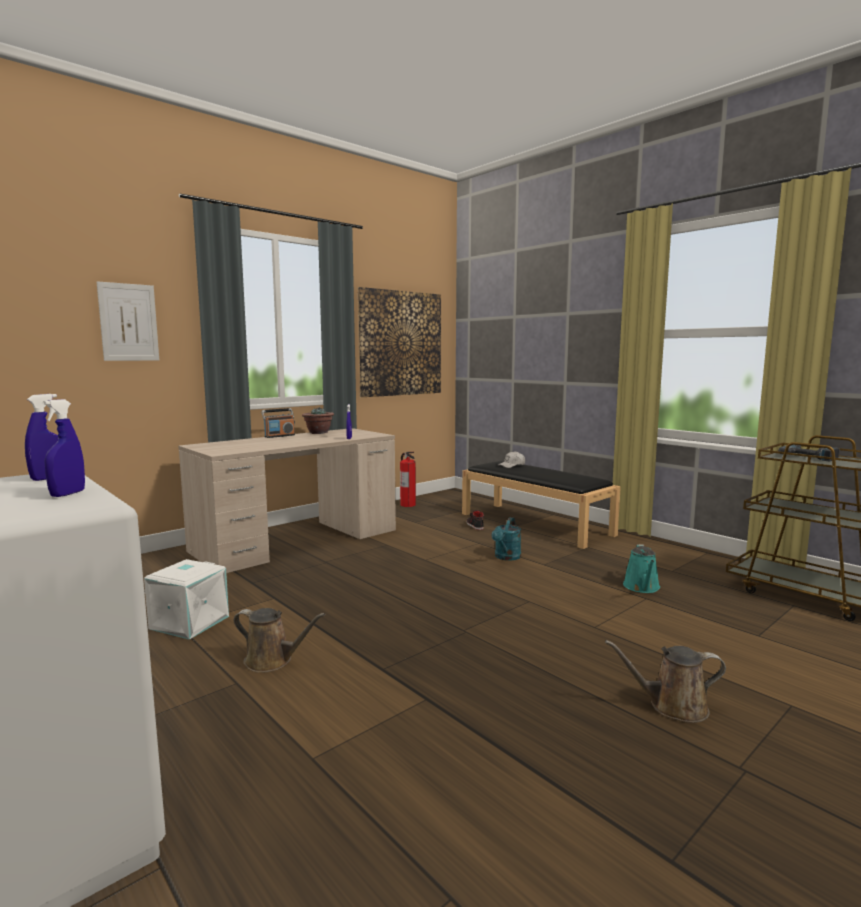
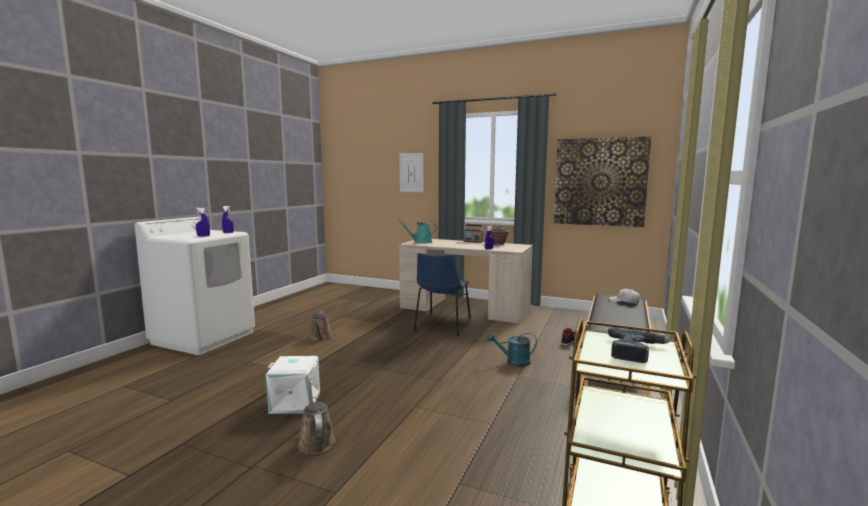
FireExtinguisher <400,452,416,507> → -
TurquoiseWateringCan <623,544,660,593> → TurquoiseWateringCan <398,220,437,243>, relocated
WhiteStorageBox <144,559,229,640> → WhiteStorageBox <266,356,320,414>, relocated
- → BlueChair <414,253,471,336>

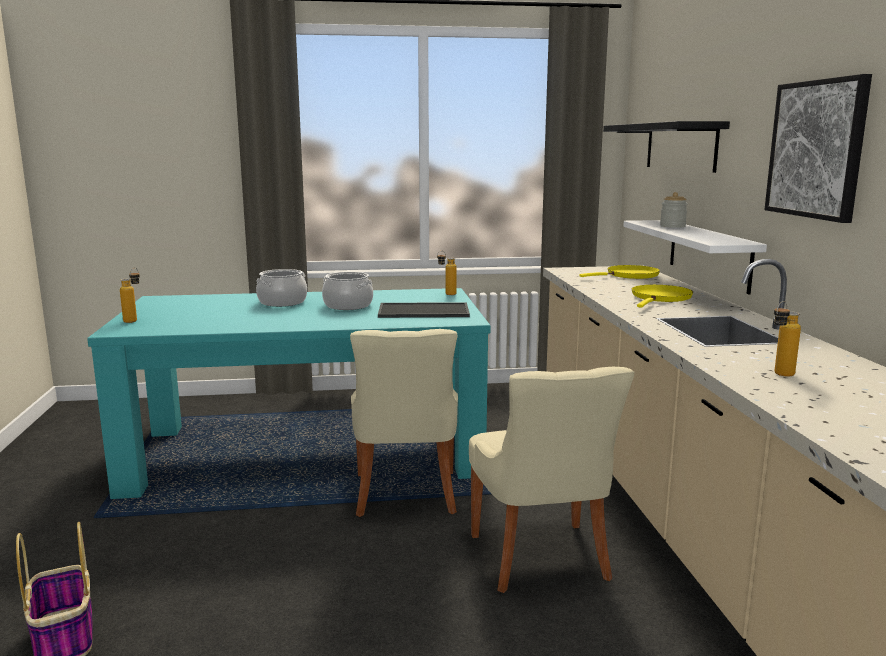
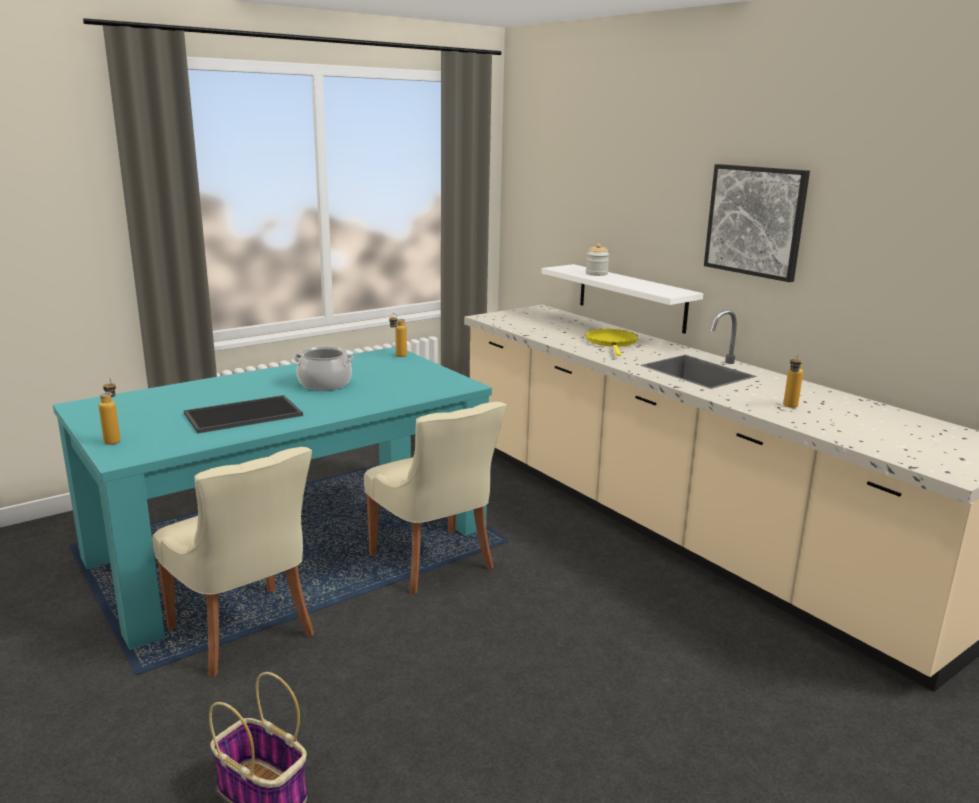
BlackShelf <603,121,730,173> → -
YellowFryingPan <579,265,660,279> → -
CookingPot <256,269,307,307> → -
Tray <378,302,470,318> → Tray <184,395,303,433>, relocated
BeigeChair <469,367,635,593> → BeigeChair <152,447,314,677>, relocated

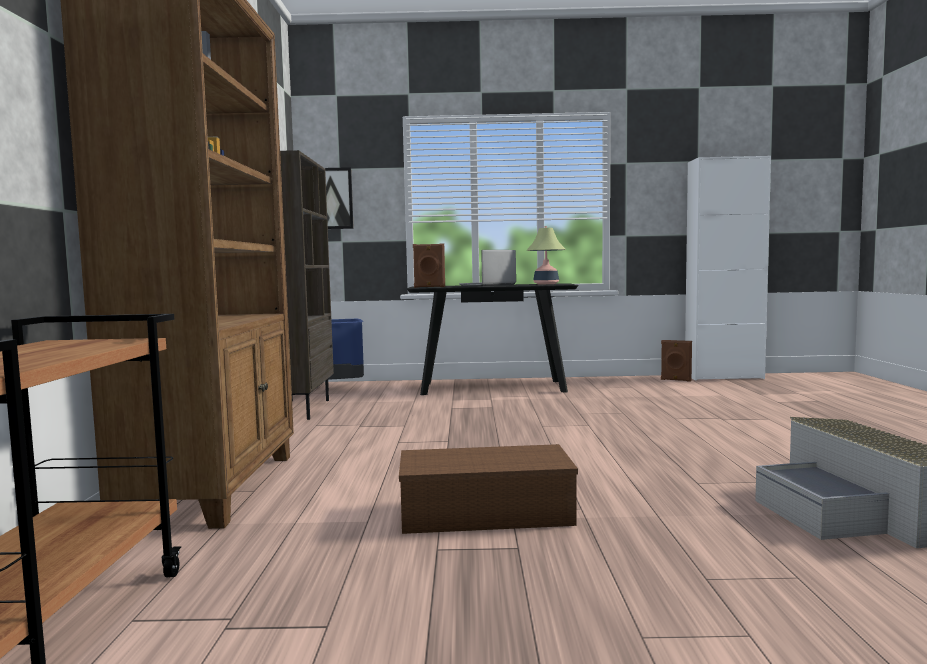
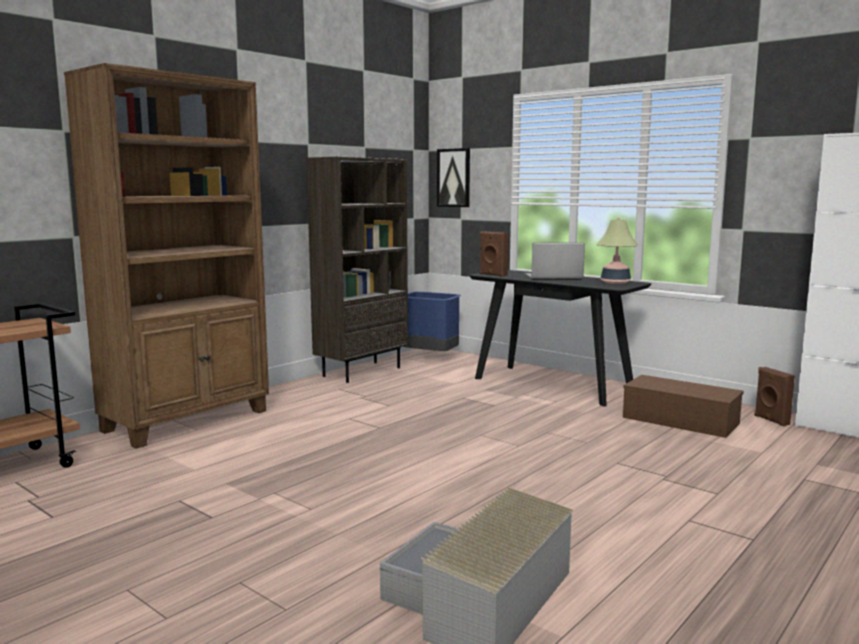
BrownStorageBox <399,444,578,534> → BrownStorageBox <623,375,744,438>, relocated

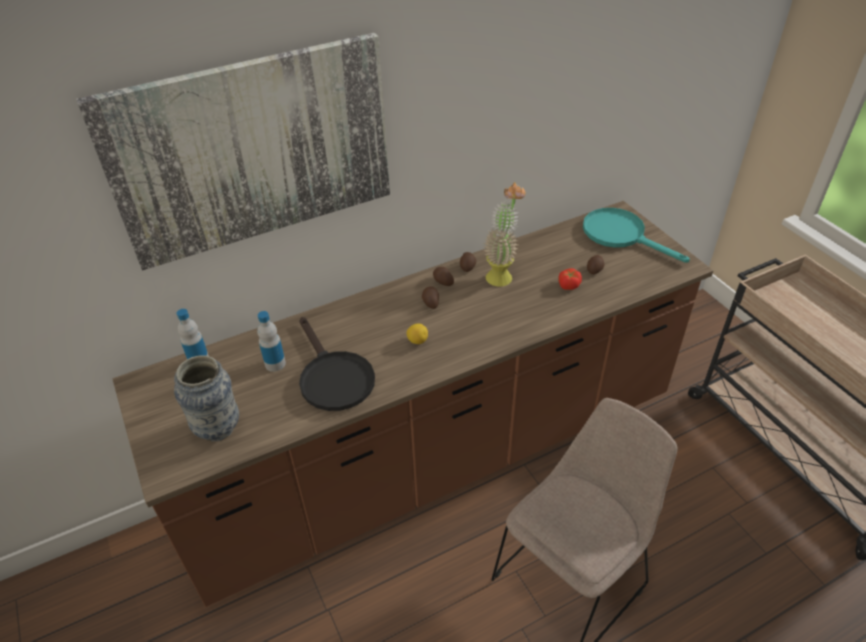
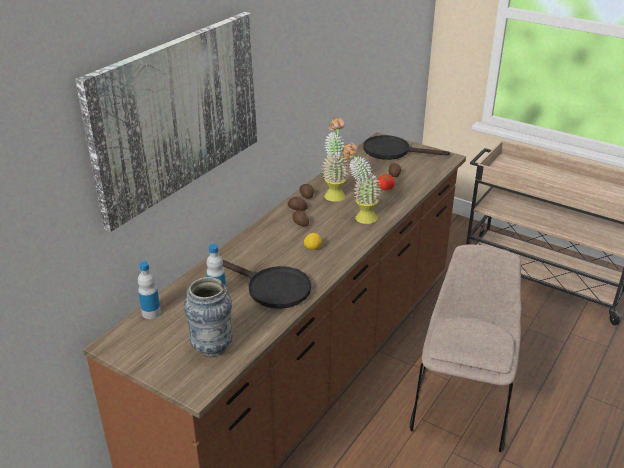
TurquoiseFryingPan <583,208,690,263> → BlackFryingPan <363,135,450,160>
- → PottedPlant <342,142,381,224>

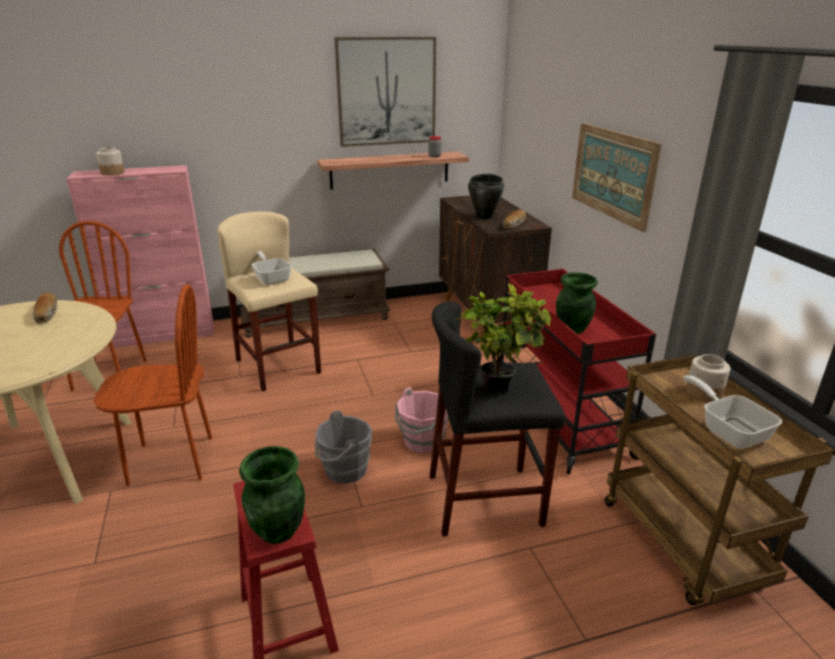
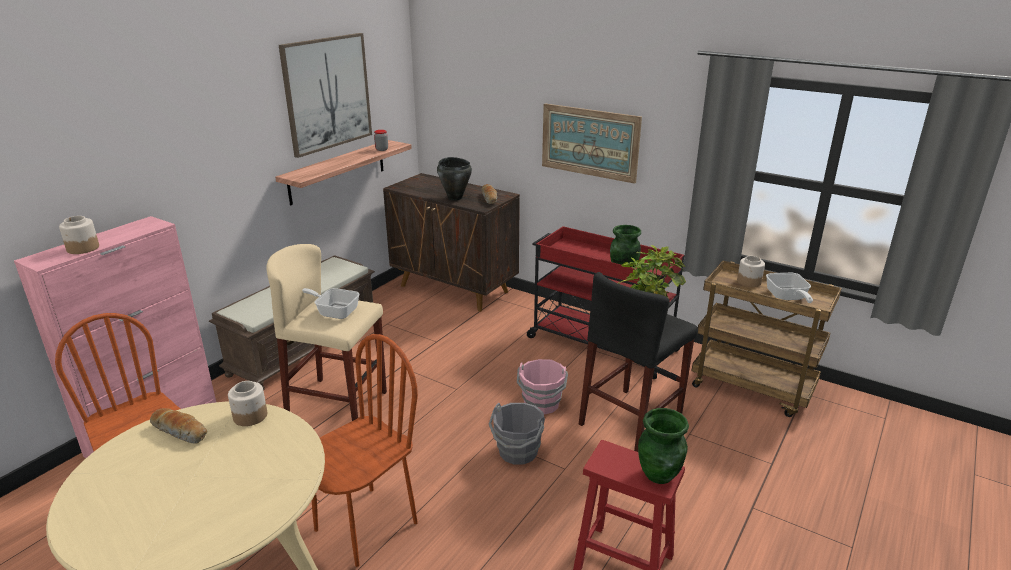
FryingPan <683,375,782,449> → FryingPan <766,273,813,303>, 120 degrees counterclockwise
- → Jar <228,381,267,426>

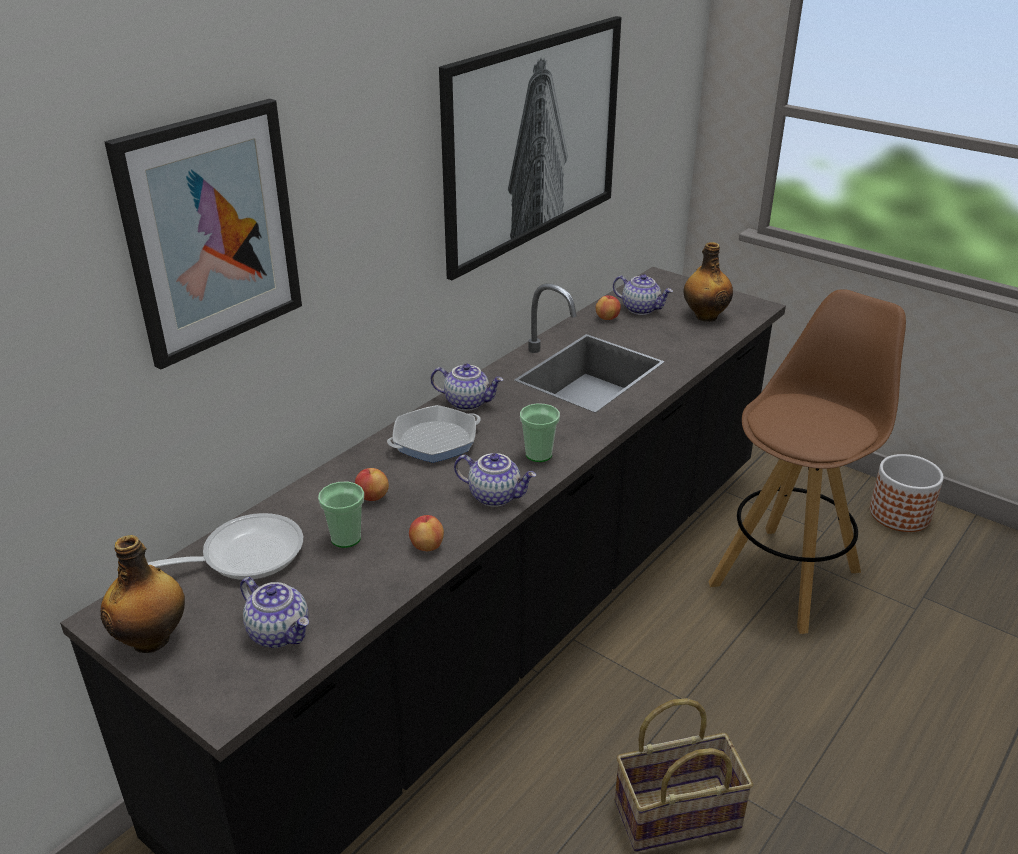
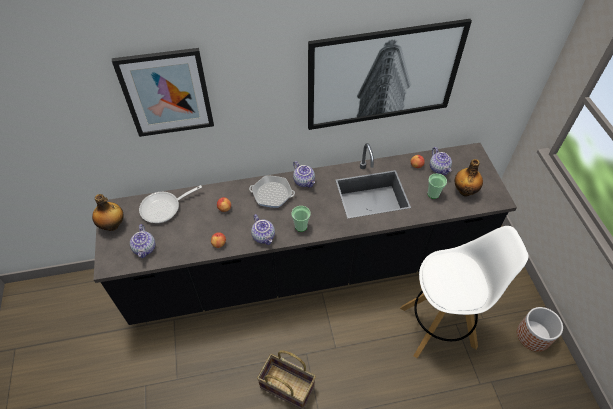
BrownStool <709,289,906,634> → WhiteStool <400,226,529,358>
Cup <318,482,364,548> → Cup <427,173,447,199>, relocated
FryingPan <148,513,303,580> → FryingPan <139,185,202,223>, 135 degrees clockwise

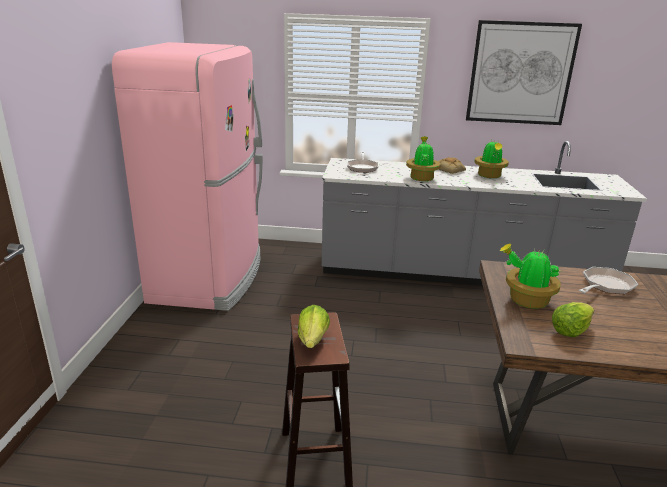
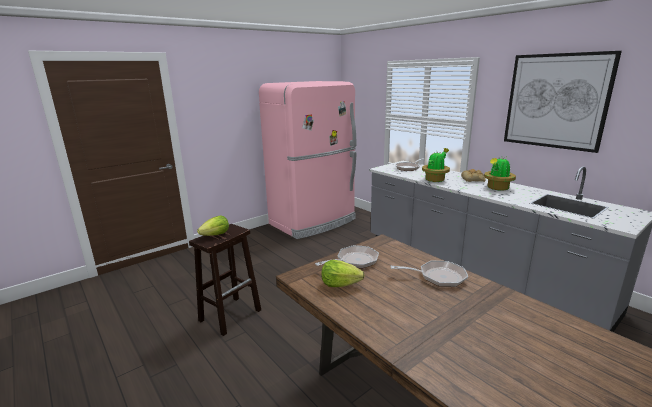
PottedPlant <499,243,561,309> → FryingPan <315,245,379,269>

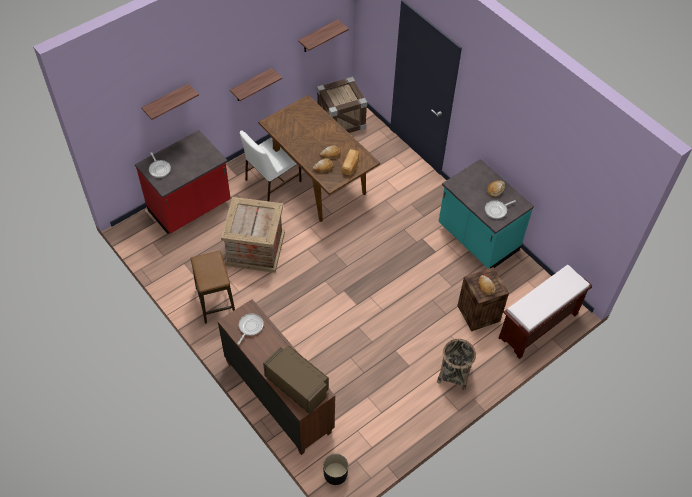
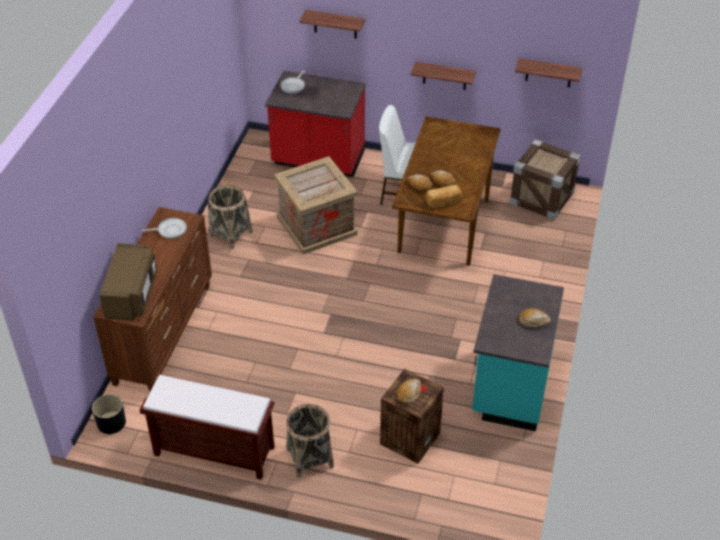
FryingPan <485,200,516,219> → -
Stool <191,251,235,324> → Basket <208,185,253,249>
BrownBench <499,265,593,359> → BrownBench <139,375,275,480>, relocated

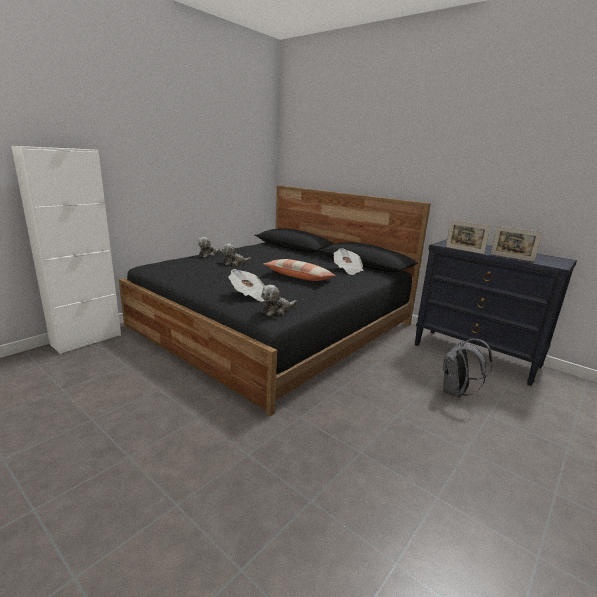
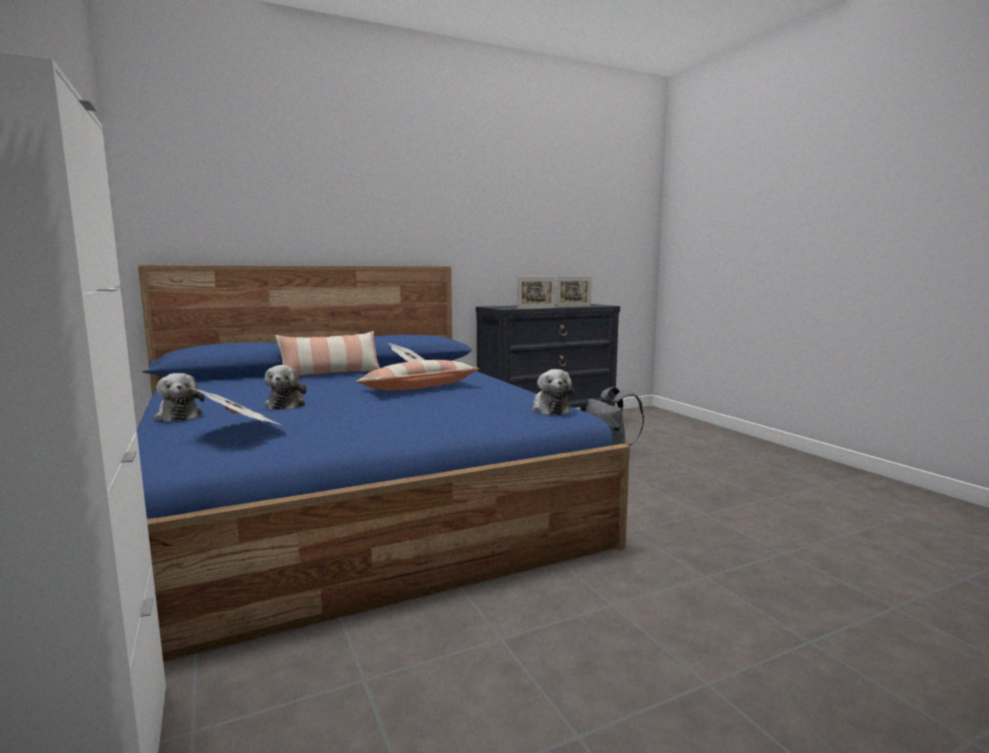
BlackBed <119,186,431,417> → BlueBed <137,265,630,662>
Newspaper <229,269,265,302> → Newspaper <190,388,282,425>, relocated
- → Pillow <275,331,380,376>

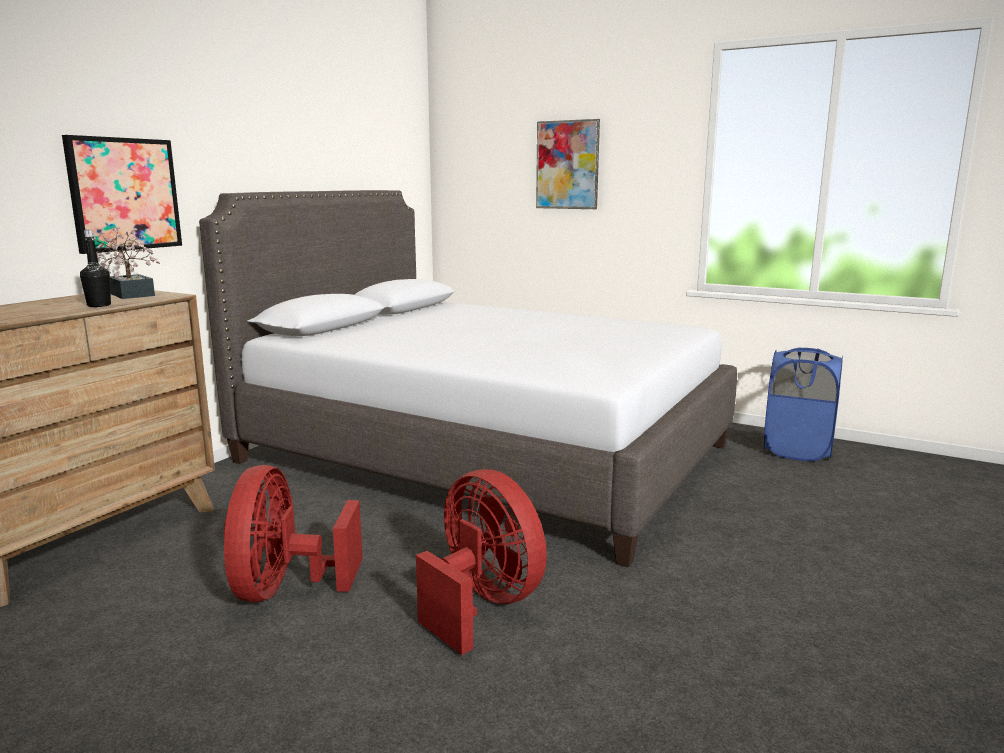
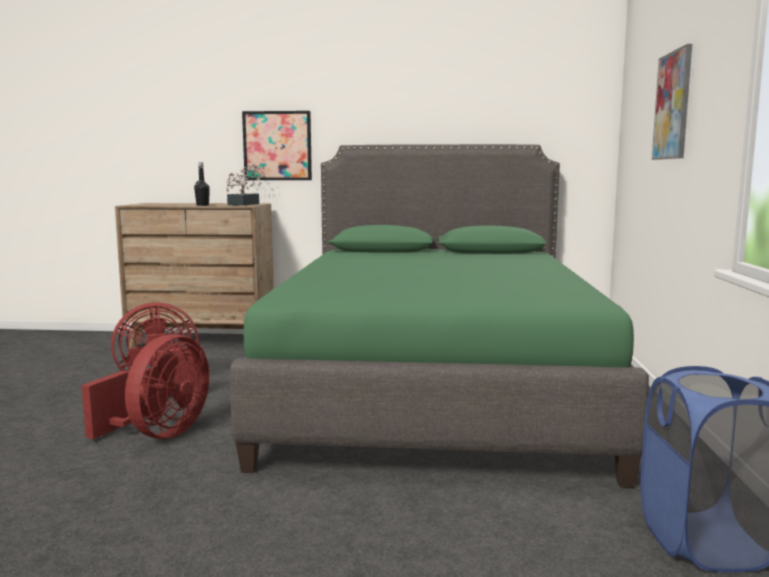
GreyBed <199,190,737,567> → GreenBed <230,144,649,488>

